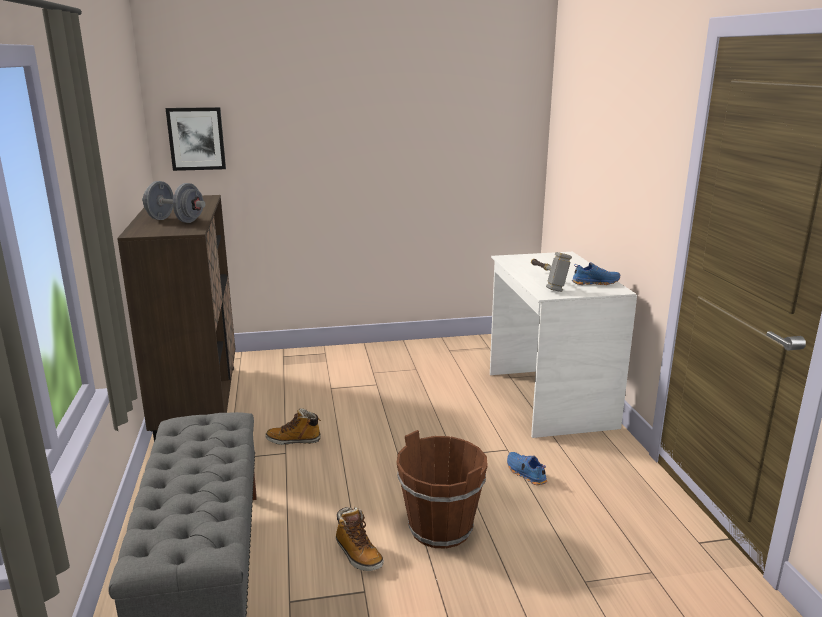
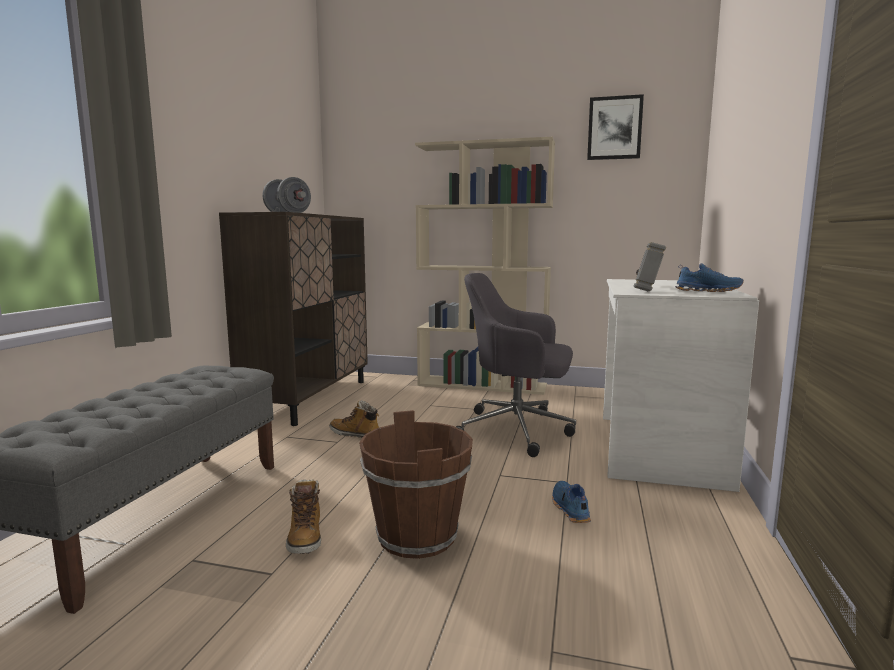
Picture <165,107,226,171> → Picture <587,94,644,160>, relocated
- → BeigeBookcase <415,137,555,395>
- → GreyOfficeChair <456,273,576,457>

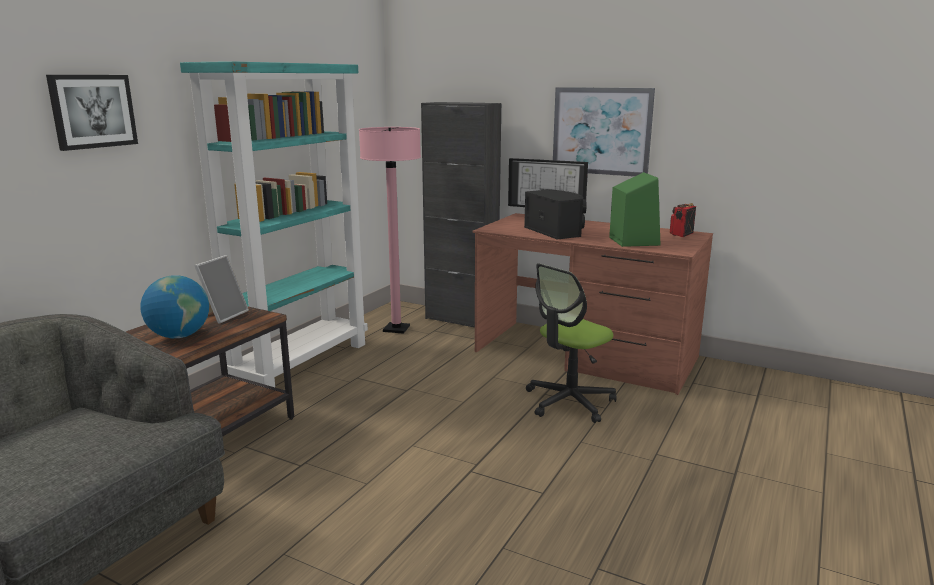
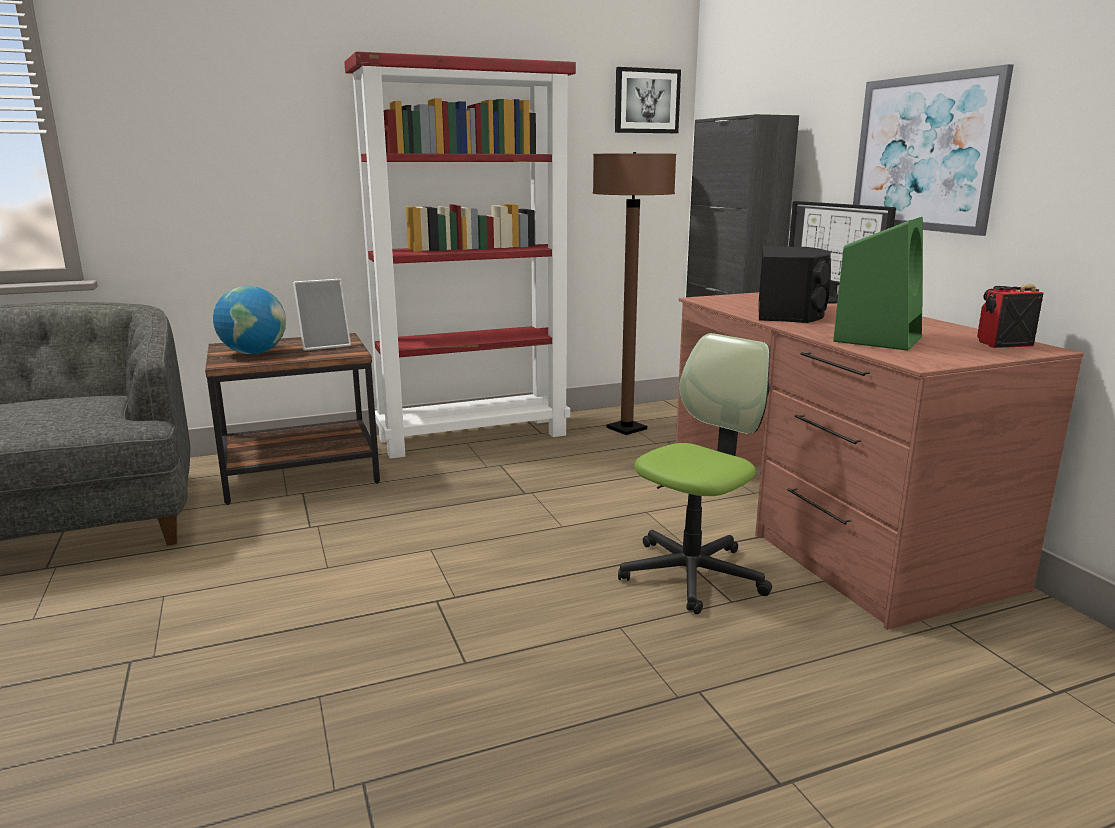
TurquoiseBookcase <180,61,368,387> → RedBookcase <344,51,576,459>
Picture <46,75,138,151> → Picture <615,67,681,133>, relocated
PinkFloorLamp <359,127,421,333> → BrownFloorLamp <593,152,676,435>
OfficeChair <526,263,617,423> → OfficeChair <618,333,772,614>, 135 degrees clockwise

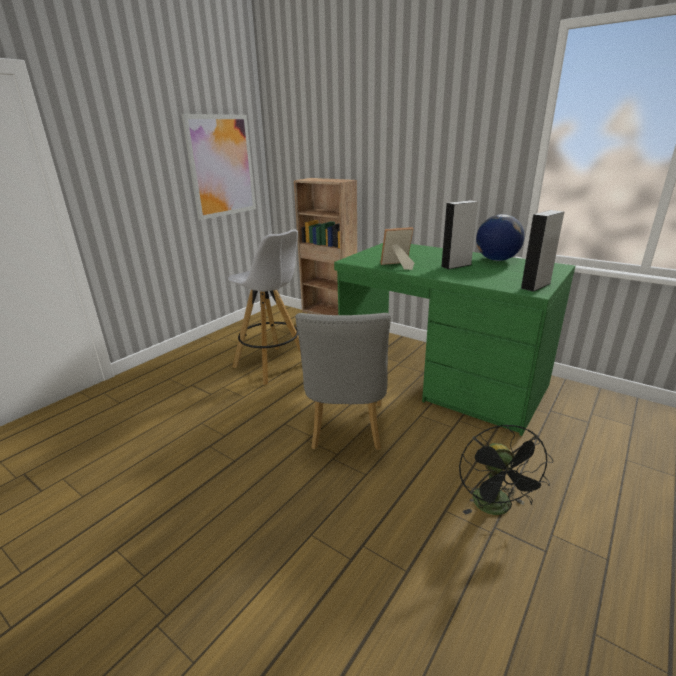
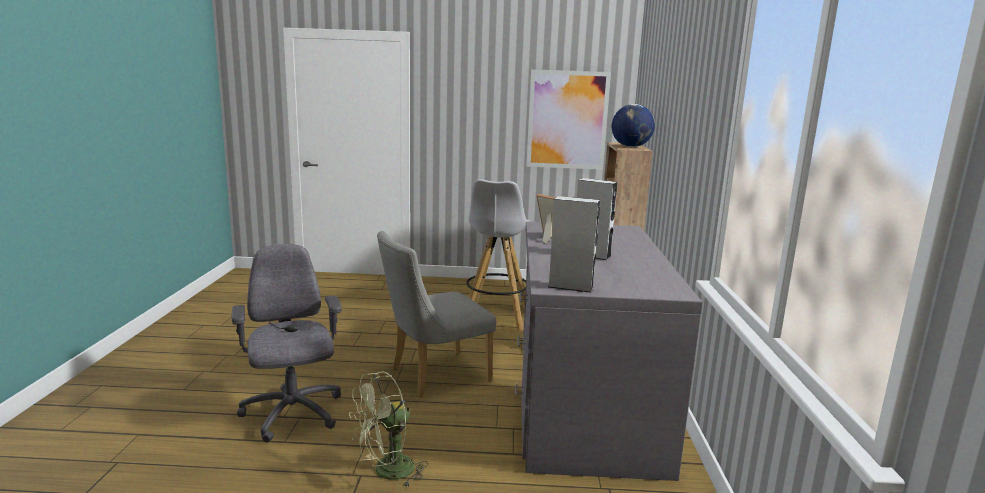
Globe <476,214,525,261> → Globe <612,104,655,147>, relocated
GreenDesk <334,243,575,436> → GreyDesk <515,221,703,481>
BlackFan <459,424,554,515> → GreenFan <349,372,428,488>
- → GreyOfficeChair <232,244,342,443>

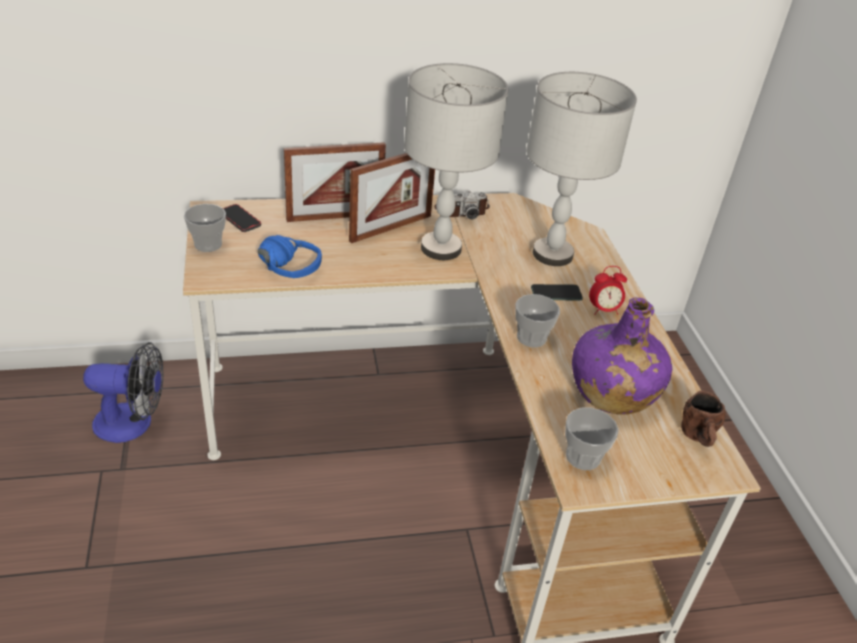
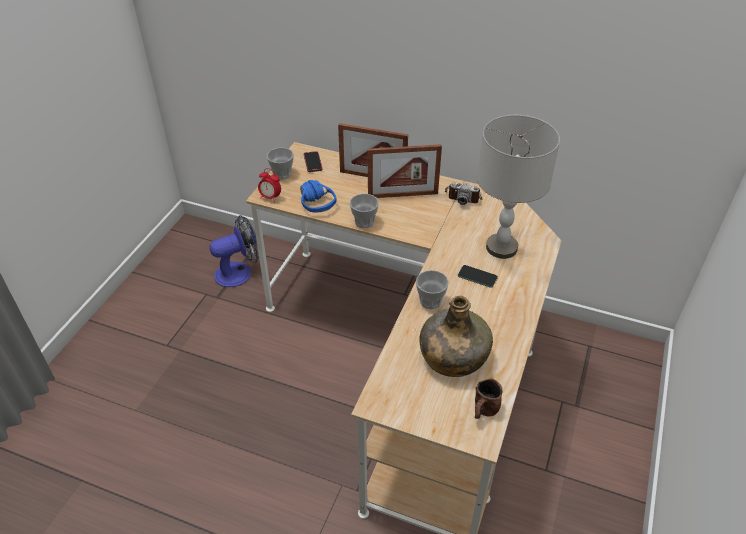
GreyTableLamp <404,63,509,260> → -
AlarmClock <589,266,627,315> → AlarmClock <258,168,281,203>, relocated
PurpleBottle <572,298,672,415> → GreenBottle <419,296,493,377>
Fan <83,342,163,443> → Fan <209,215,259,287>, 60 degrees counterclockwise
Cup <565,408,619,470> → Cup <350,194,379,228>, relocated

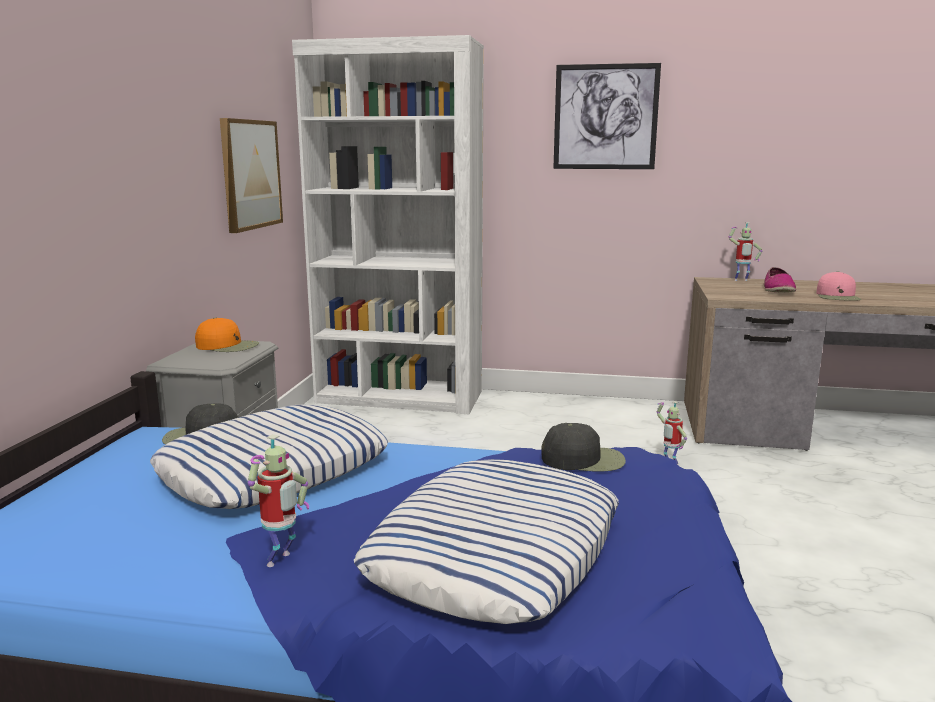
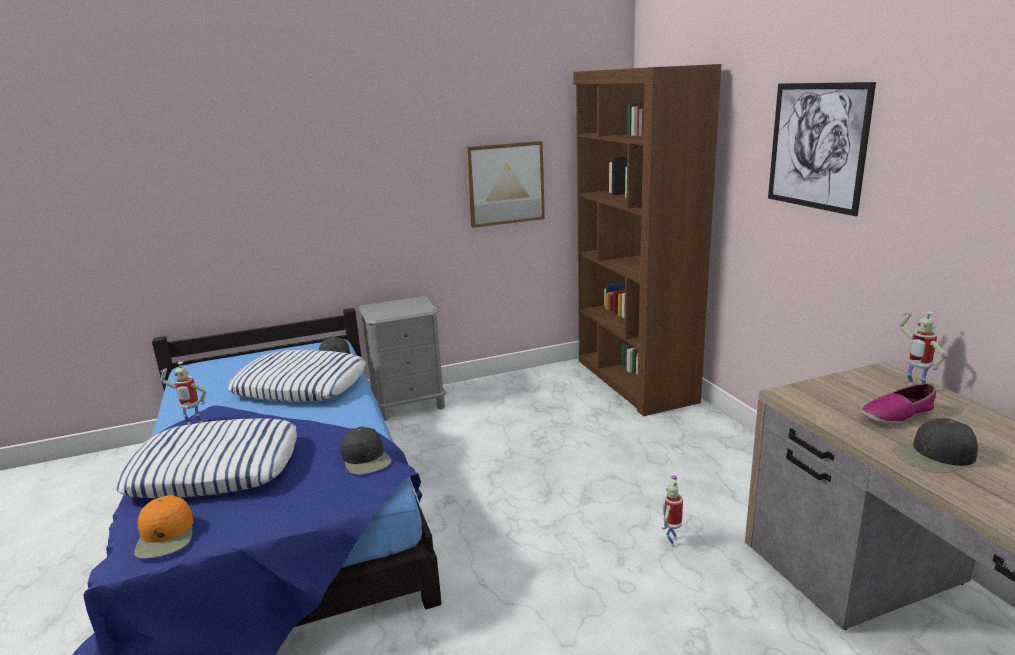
WhiteBookcase <292,35,484,414> → BrownBookcase <573,64,722,416>
PinkCap <816,271,861,301> → BlackCap <893,418,978,473>
OrangeCap <195,317,259,352> → OrangeCap <134,495,194,559>, relocated

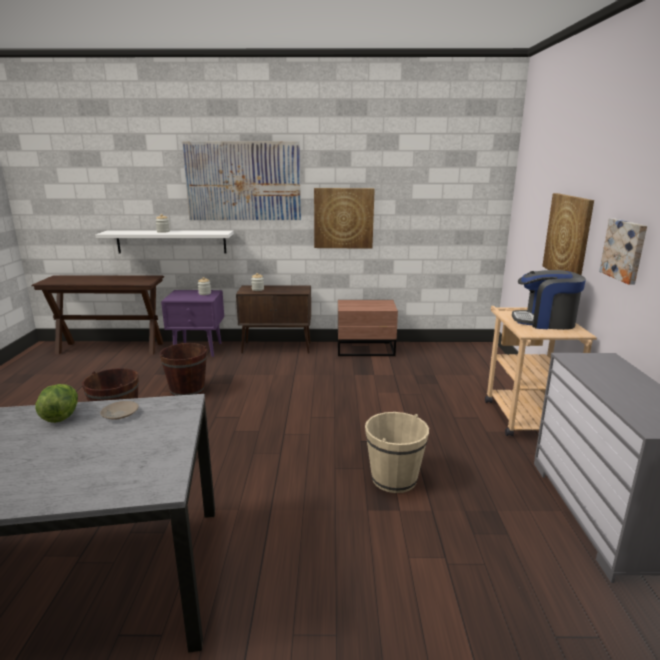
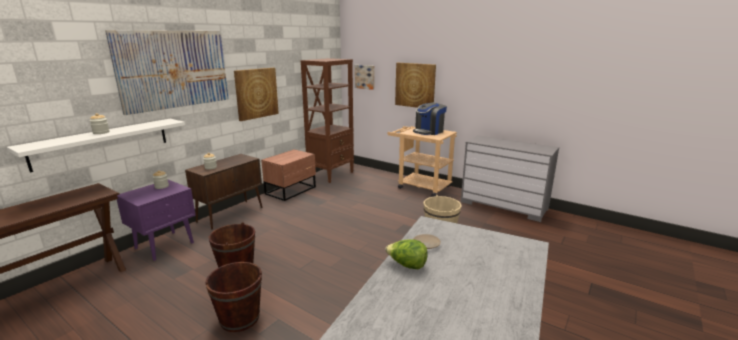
Picture <599,219,647,285> → Picture <354,65,375,90>, relocated
- → BrownBookcase <301,58,354,183>

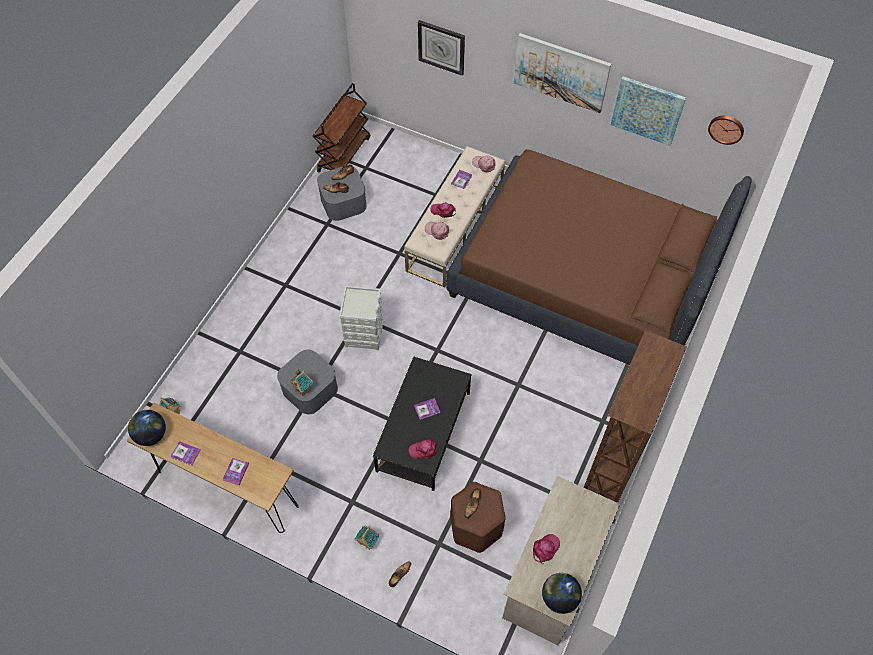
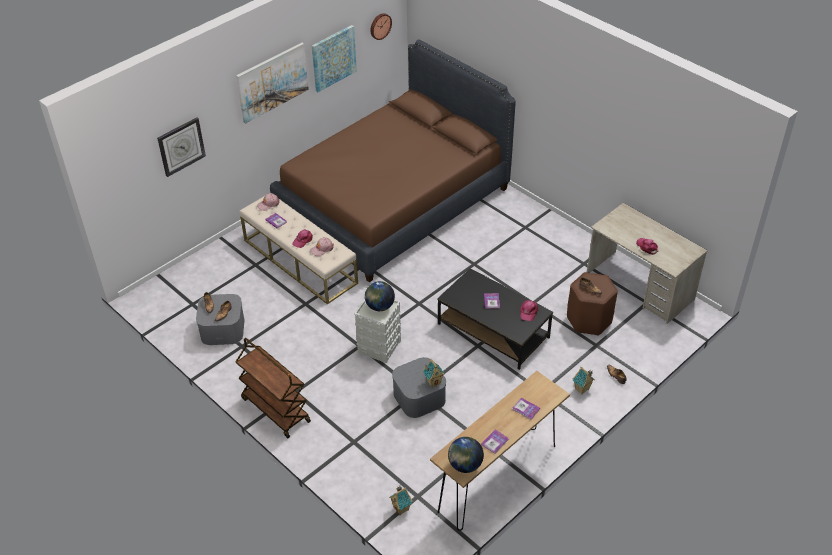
BrownCart <312,83,370,172> → BrownCart <235,338,311,438>, relocated
BrownBookcase <584,330,687,503> → -
Globe <542,573,582,614> → Globe <365,281,395,311>, relocated

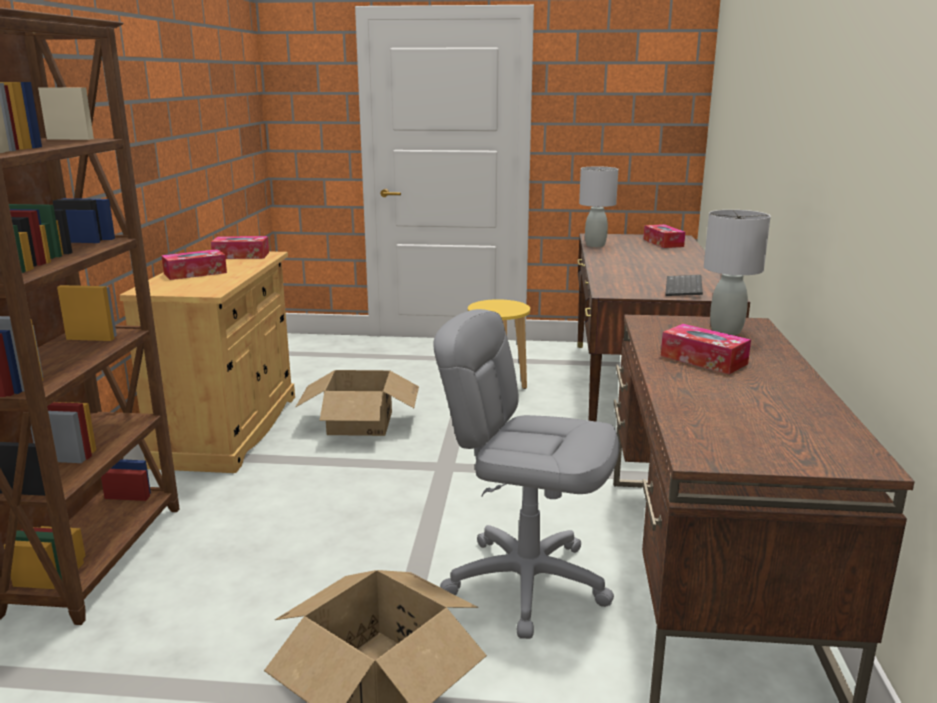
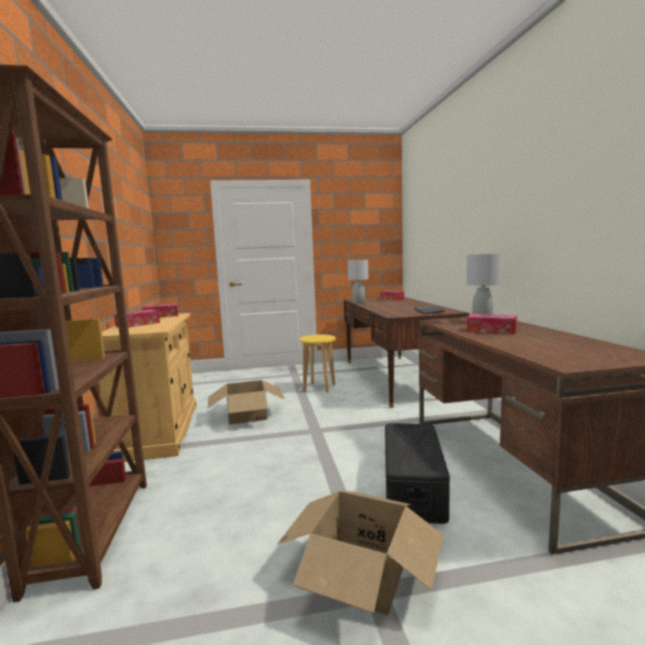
GreyOfficeChair <434,309,620,639> → BlackStorageBox <385,423,450,524>

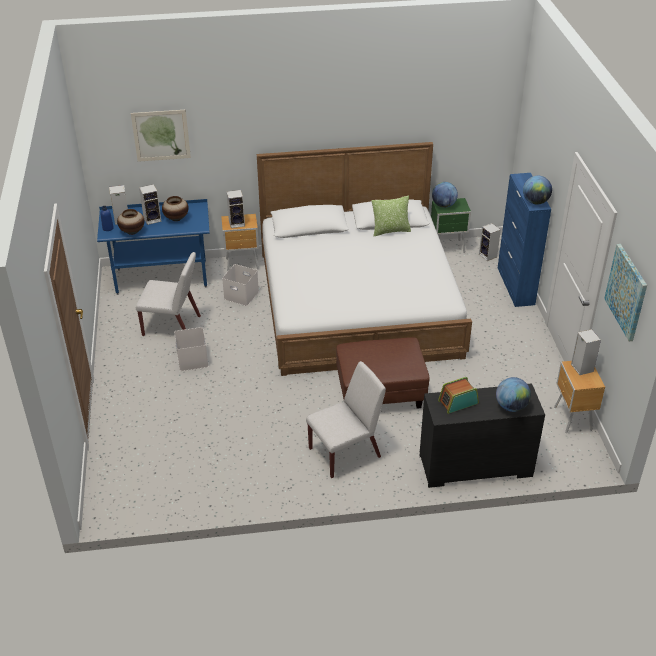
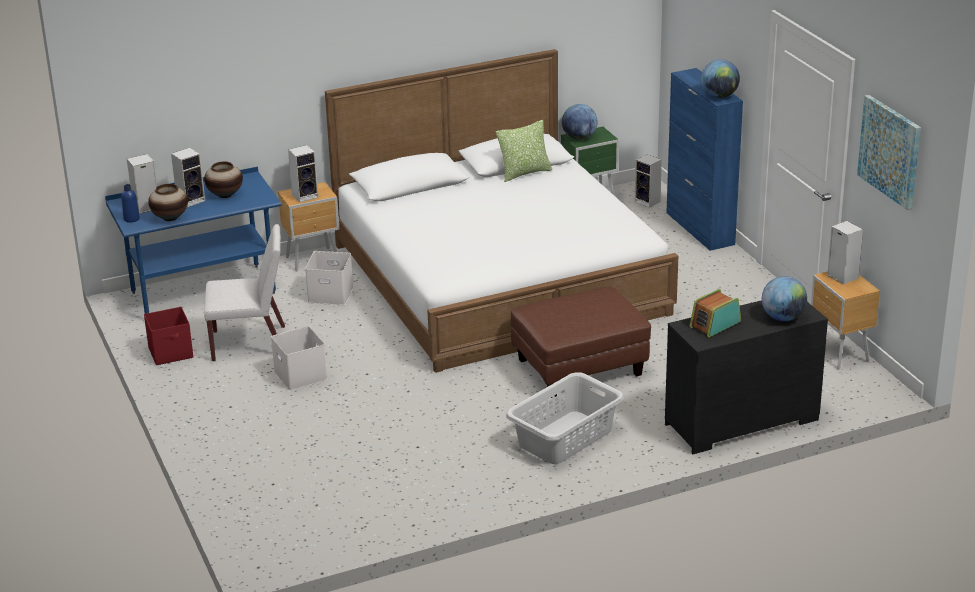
Picture <131,110,191,162> → -
WhiteChair <306,361,386,478> → GreyLaundryBasket <506,372,624,464>
- → RedStorageBox <144,307,193,365>

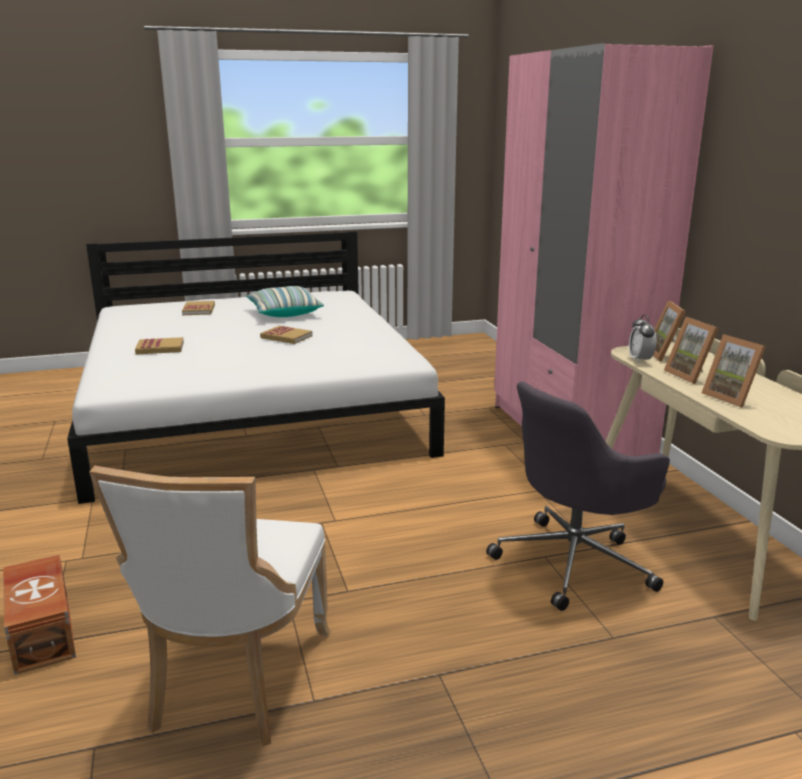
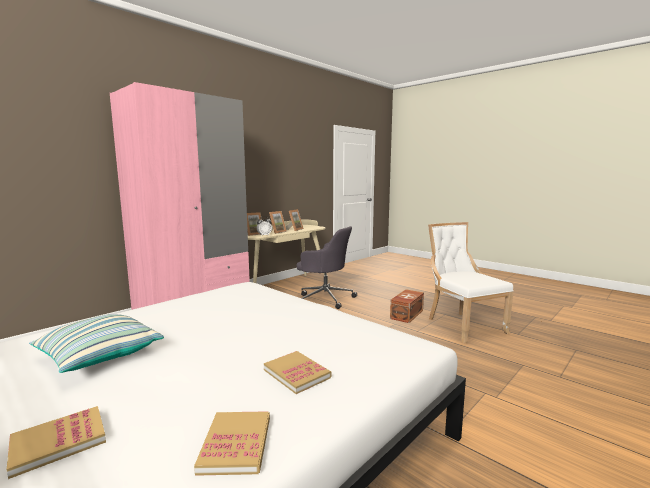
Book <260,326,313,344> → Book <194,411,270,476>, relocated
WhiteChair <89,466,331,747> → WhiteChair <428,222,514,344>, 90 degrees counterclockwise
BrownStorageBox <3,555,76,675> → BrownStorageBox <390,289,424,323>, relocated

